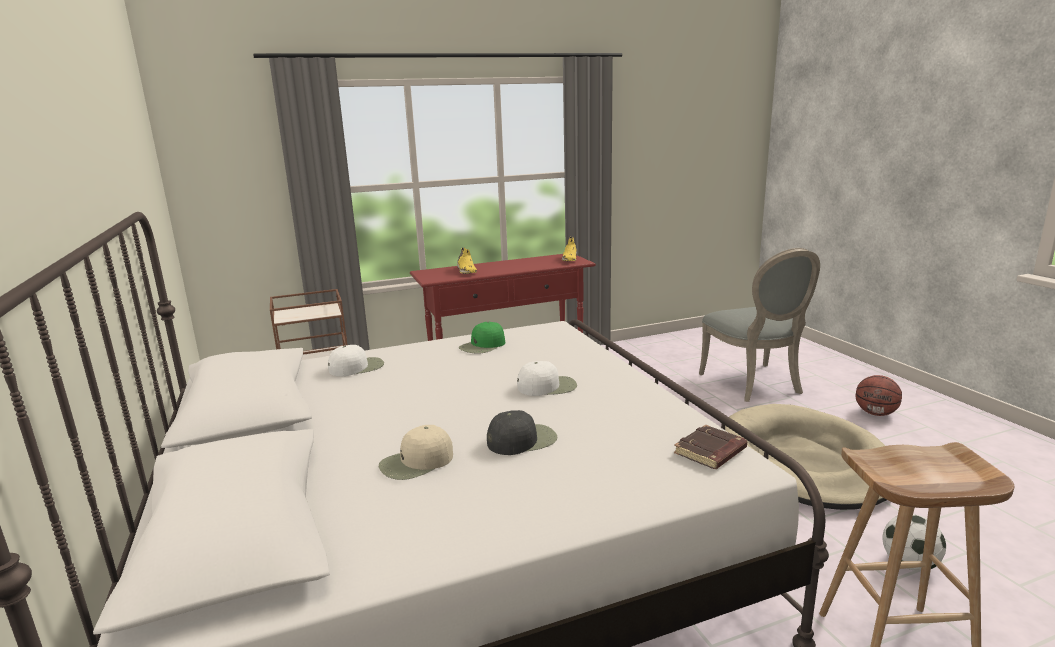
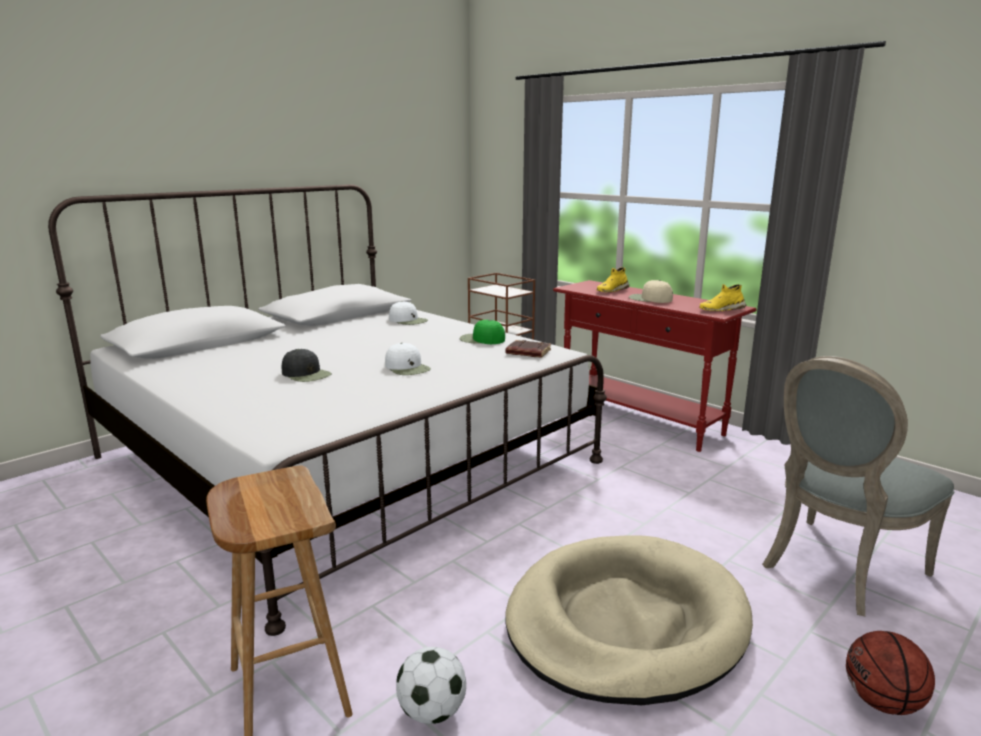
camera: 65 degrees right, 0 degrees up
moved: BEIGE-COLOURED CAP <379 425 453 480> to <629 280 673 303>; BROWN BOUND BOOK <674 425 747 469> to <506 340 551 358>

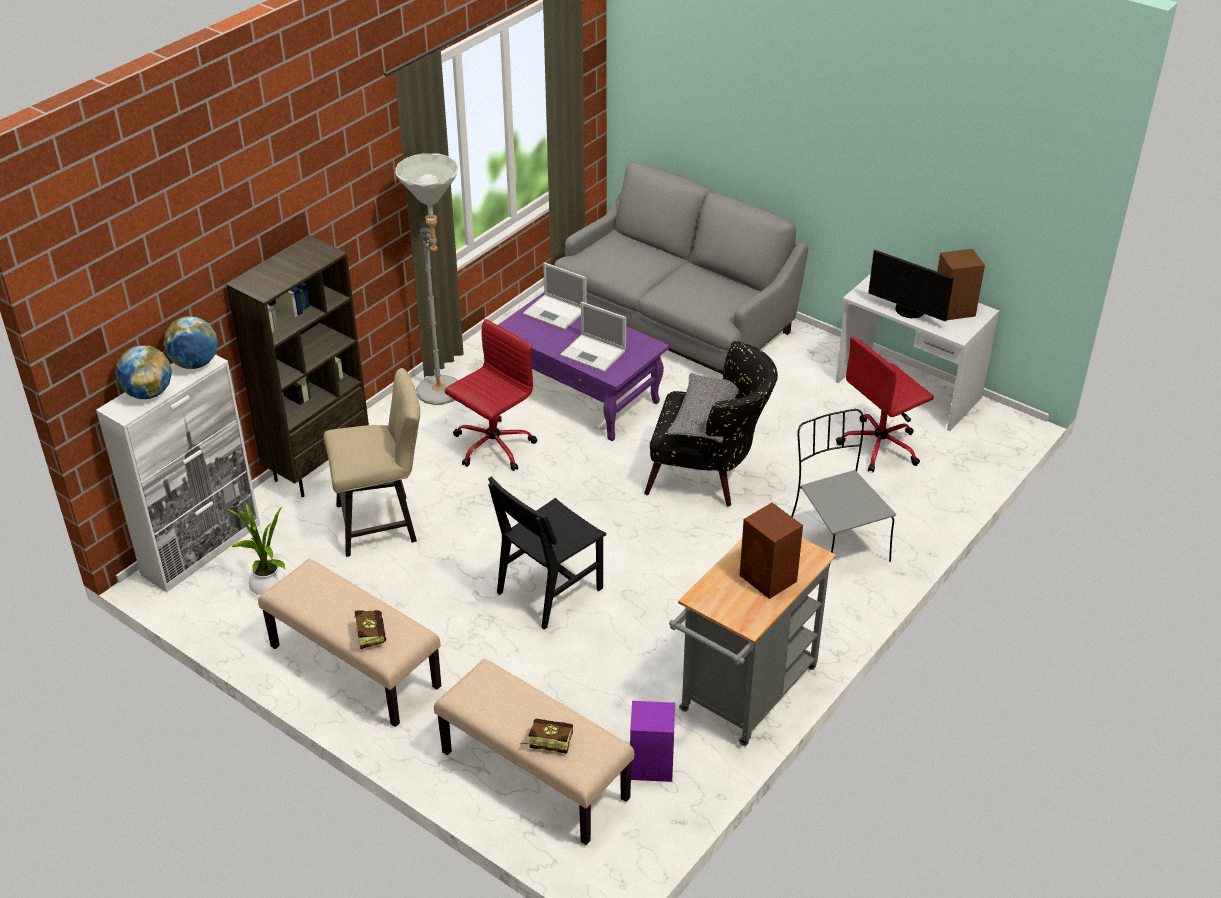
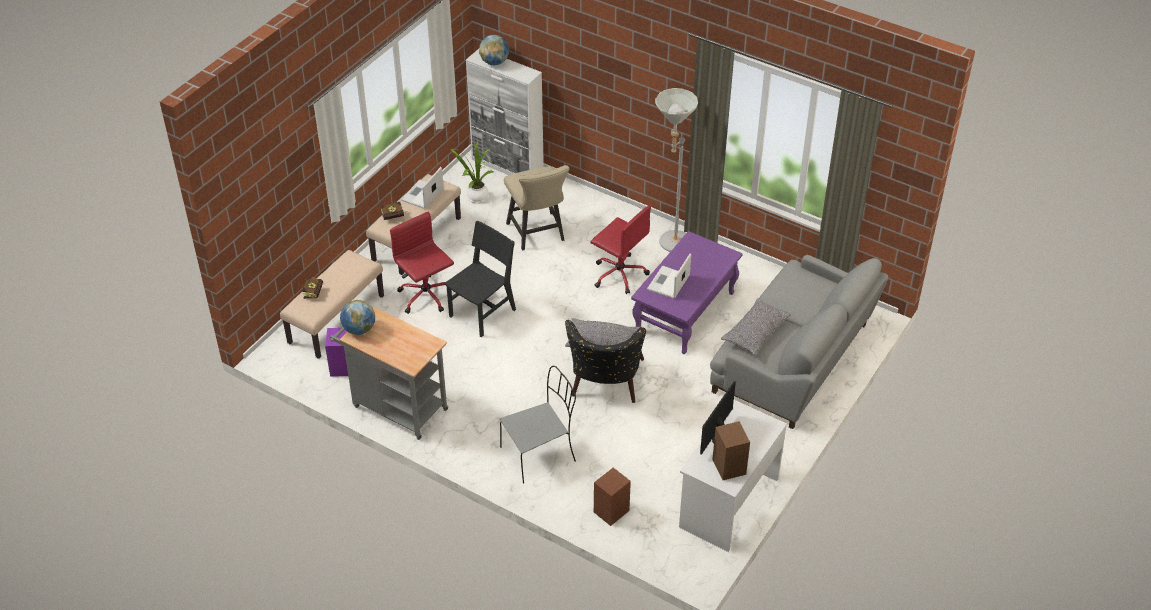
camera: 85 degrees right, 5 degrees up
removed: BROWN BOOKCASE <226 236 369 497>
added: GREY CUSHION <721 298 791 355>
moved: PORTABLE COMPUTER <523 262 587 330> to <401 167 444 209>; DESK GLOBE <163 316 218 369> to <340 300 375 335>; REDDISH COMPUTER CHAIR <836 337 934 472> to <390 212 454 314>; BROWN AUDIO SPEAKER <739 503 803 599> to <594 468 631 526>
turned: BLACK PLAIN CHAIR <488 476 606 630> = <444 221 516 337> 90 degrees clockwise

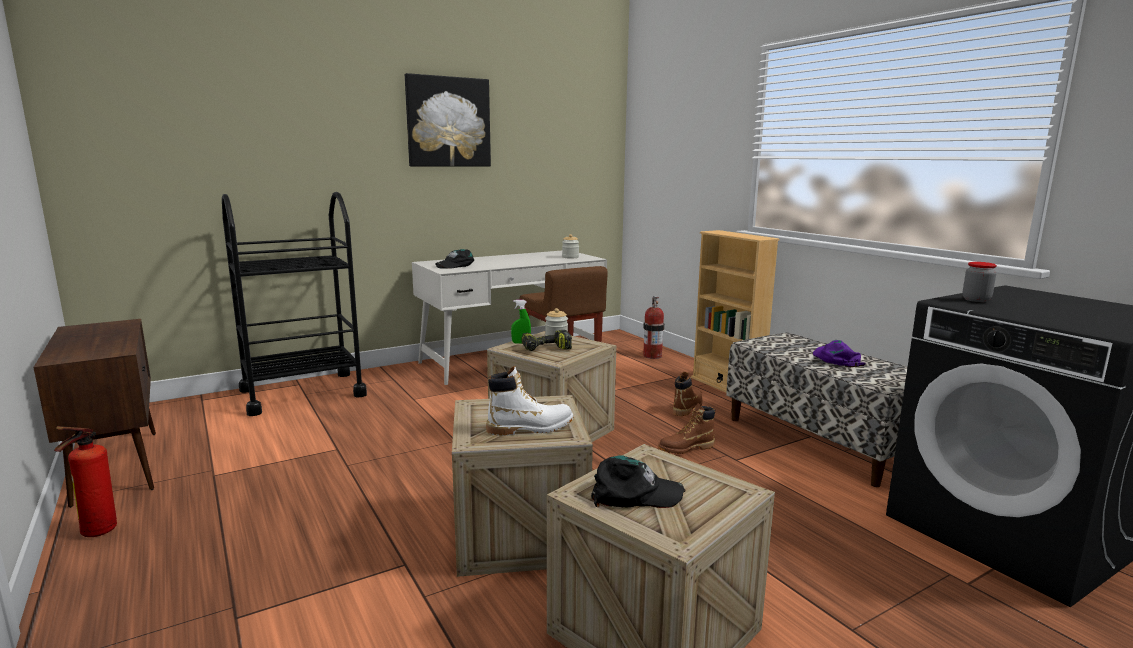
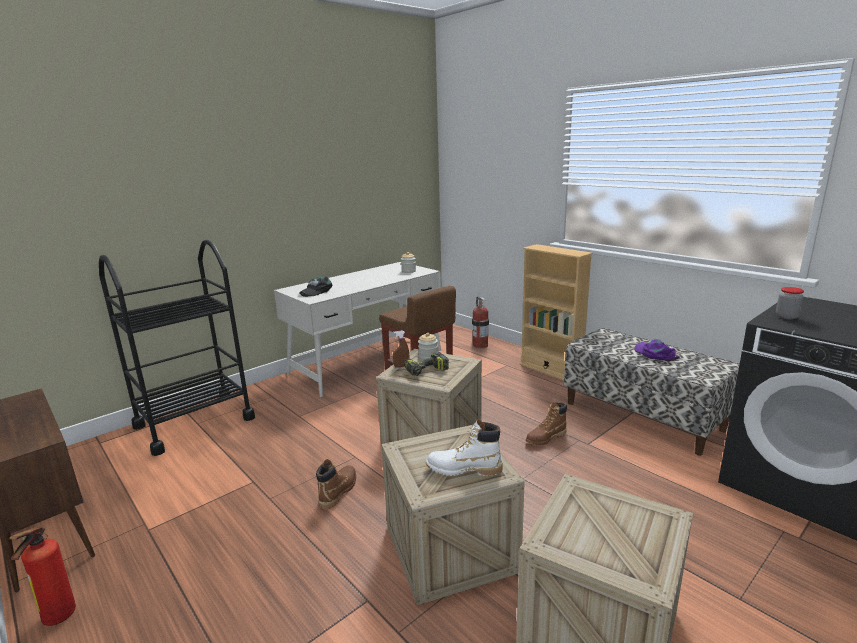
camera: 10 degrees left, 5 degrees up
removed: WALL ART <405 73 491 166>; BLACK CAP <591 455 685 508>
moved: BROWN HIGH-TOP BOOT <673 372 702 416> to <316 459 356 510>
recoloured: GREEN HAND SPRAYER <511 300 531 344> to BROWN HAND SPRAYER <393 331 409 368>
turned: WHITISH HIGH-TOP BOOT <486 366 573 436> = <426 419 503 476> 150 degrees counterclockwise

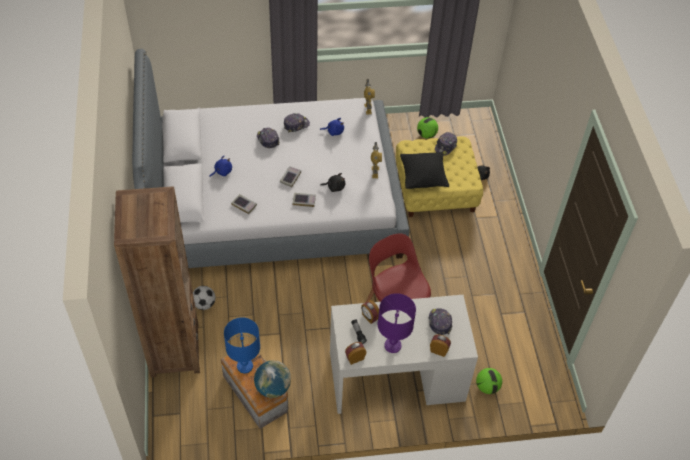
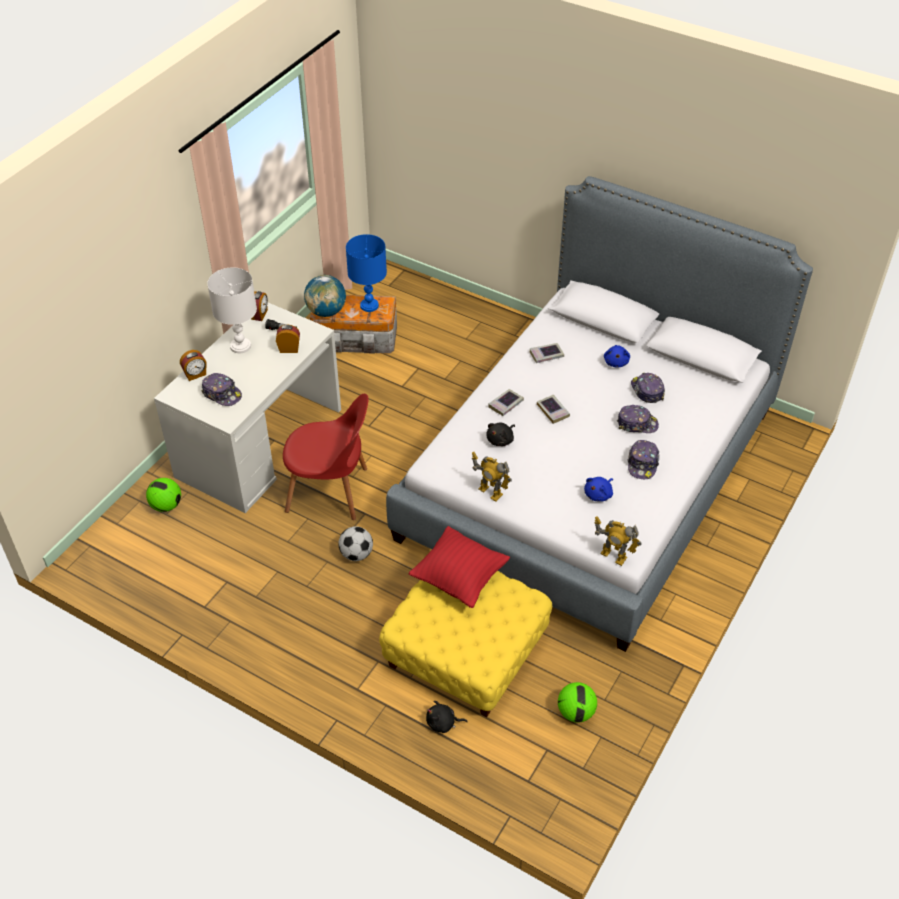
camera: 130 degrees right, 5 degrees down
removed: BROWN BOOKCASE <114 186 200 378>
moved: CAP <435 132 457 156> to <631 373 665 403>; FOOTBALL <193 286 216 310> to <338 526 373 561>
recoloured: BLACK CUSHION <400 152 449 189> to REDDISH CUSHION <409 526 510 608>; PURPLE-COLOURED TABLE LAMP <378 293 416 353> to WHITISH TABLE LAMP <207 267 257 353>

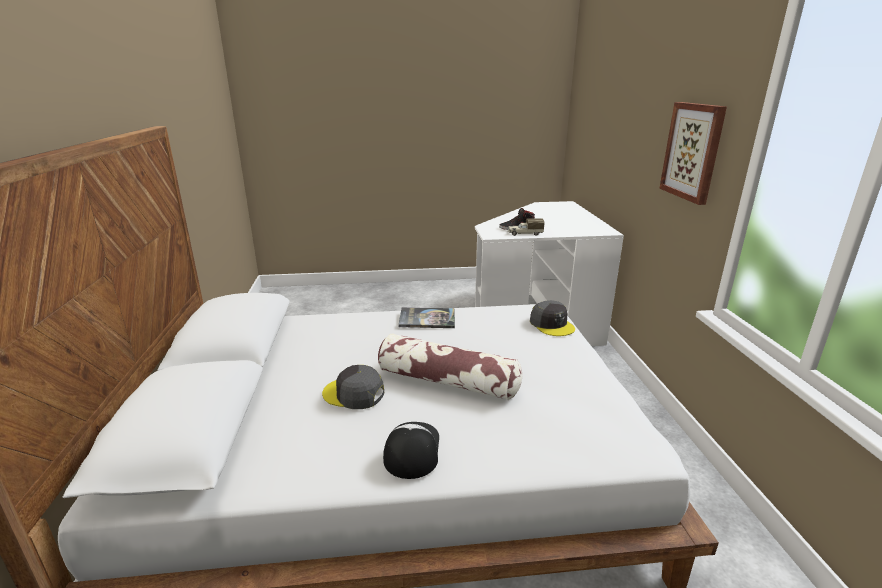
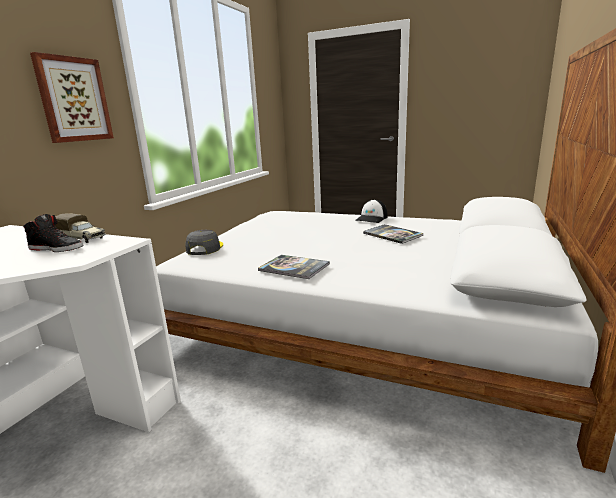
camera: 150 degrees left, 5 degrees down
removed: CUSHION <378 334 522 400>
replaced: GREY CAP <322 365 385 409> to BOUND BOOK <363 224 423 244>

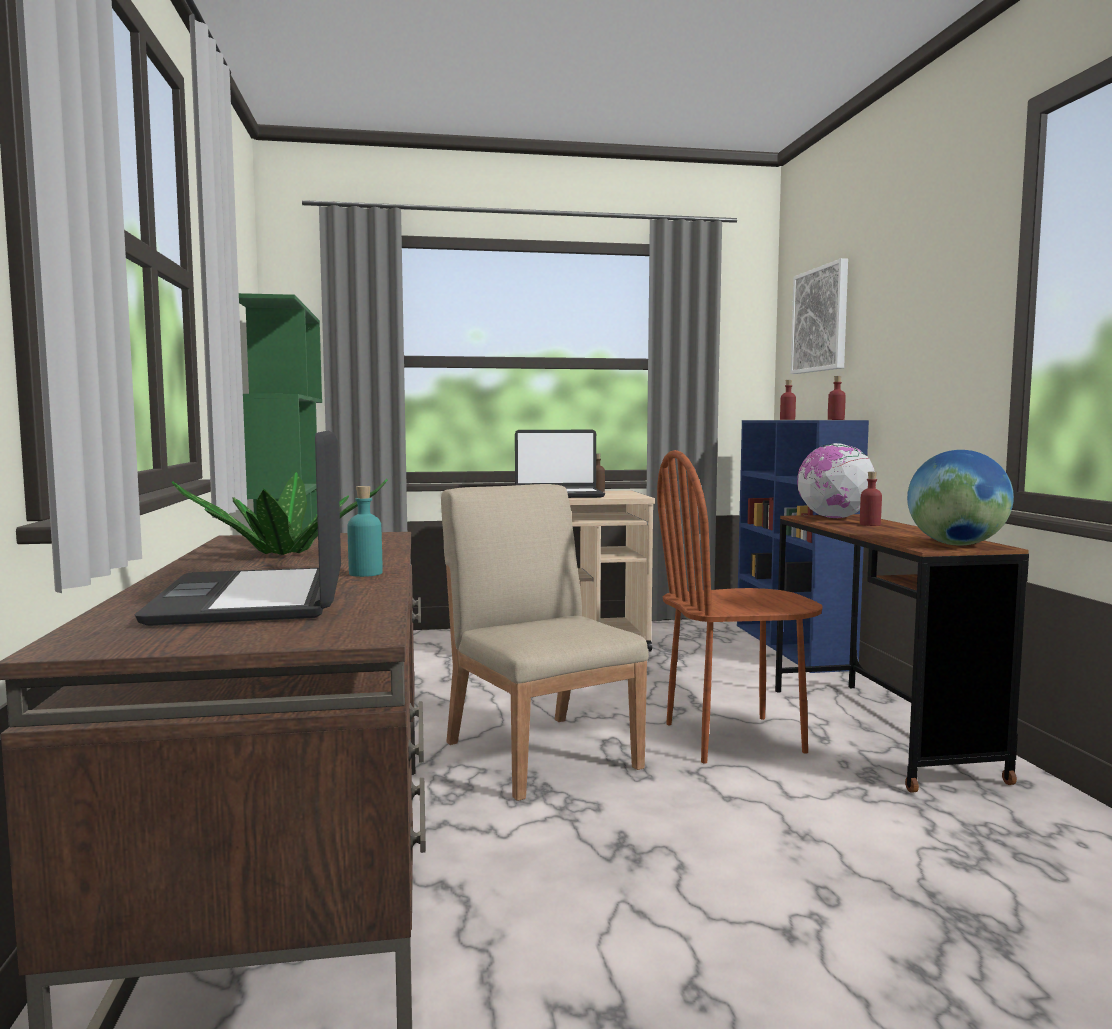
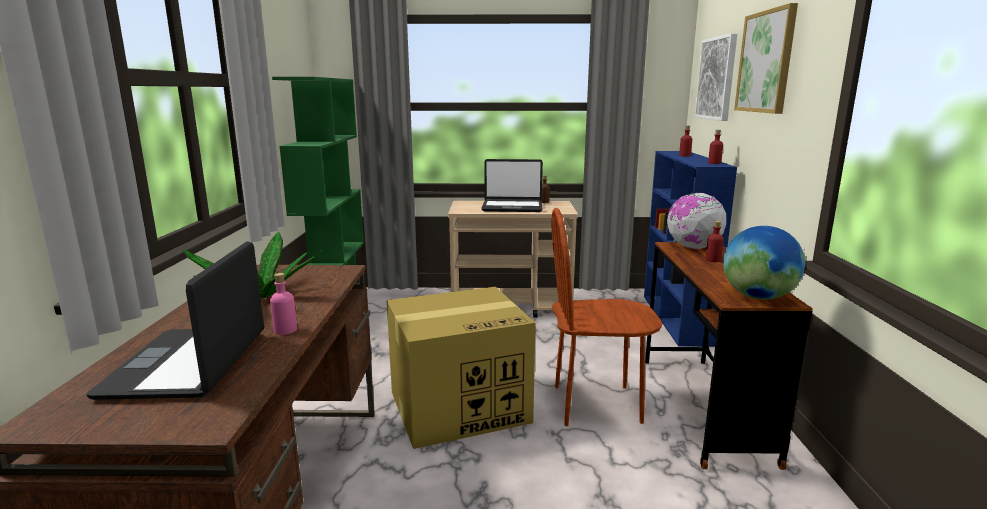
camera: 10 degrees right, 10 degrees up
added: WALL ART <734 3 798 114>
replaced: BEIGE-COLOURED PLAIN CHAIR <441 484 649 801> to CARTON <387 287 536 449>
recoloured: BLUE-GREEN BEVERAGE BOTTLE <347 486 382 577> to PINKISH BEVERAGE BOTTLE <270 273 297 335>

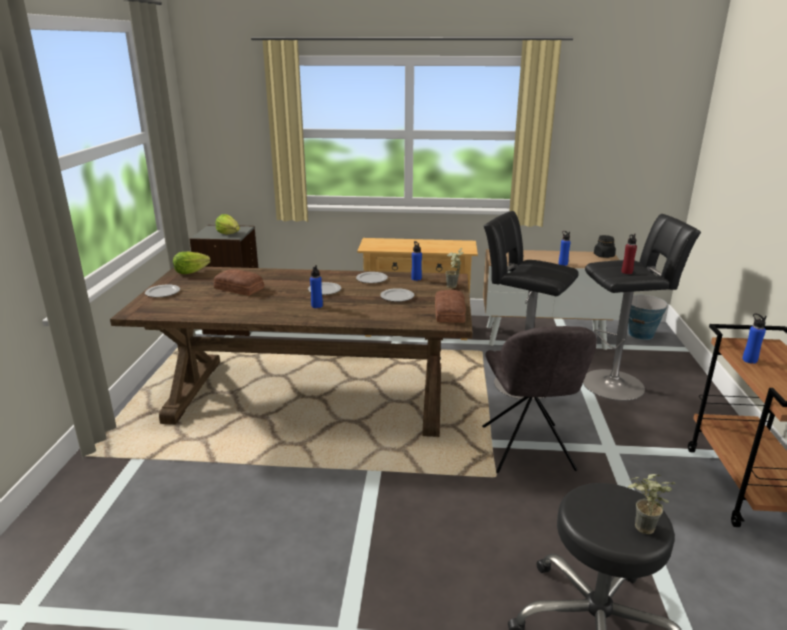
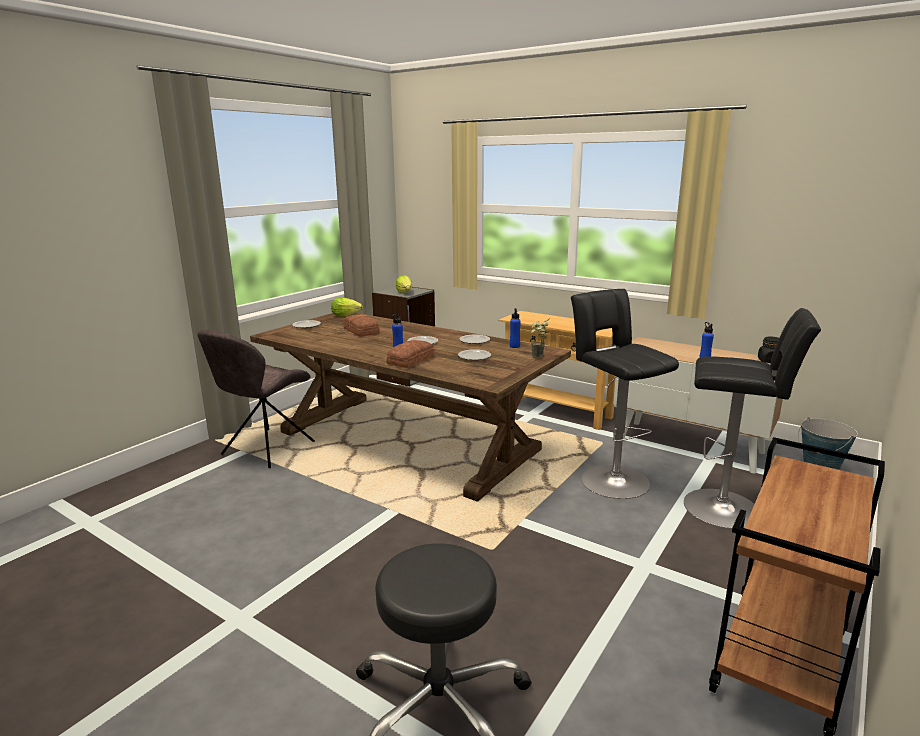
camera: 30 degrees right, 5 degrees down
removed: REDDISH BEVERAGE BOTTLE <621 234 637 274>; BLUISH BEVERAGE BOTTLE <742 313 767 364>; POTTED PLANT <628 474 676 534>
moved: BREAD <435 290 466 323> to <386 340 434 368>; GREY PLAIN CHAIR <482 326 597 473> to <197 329 315 468>

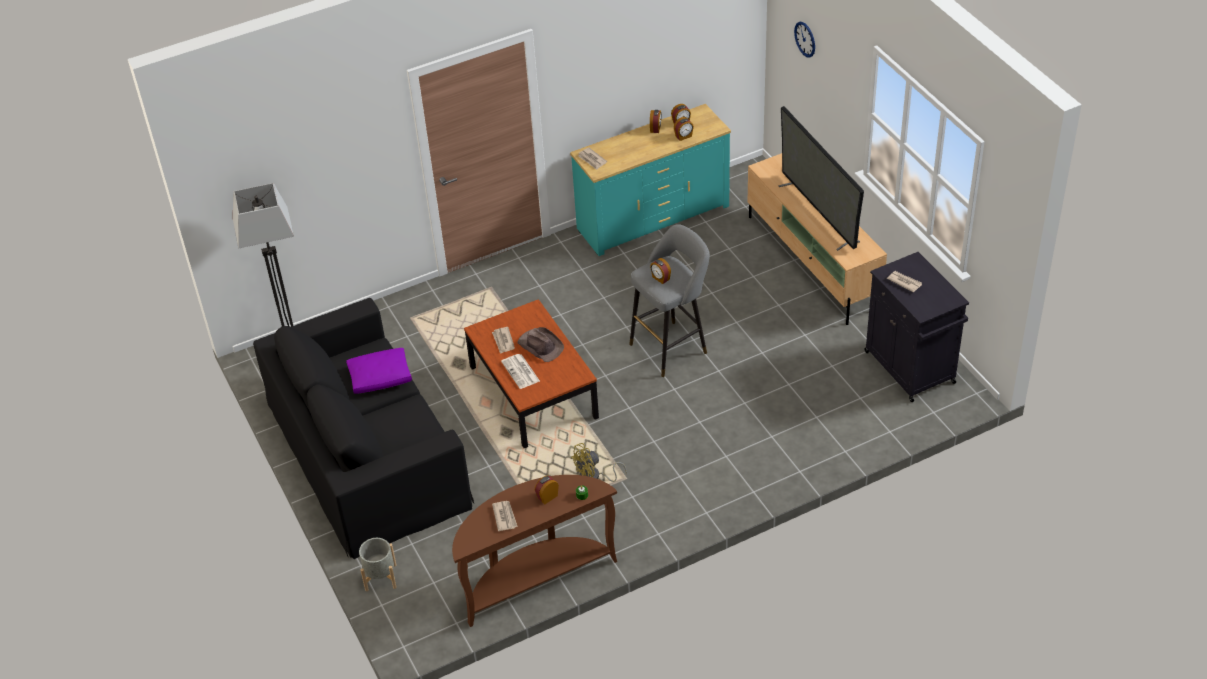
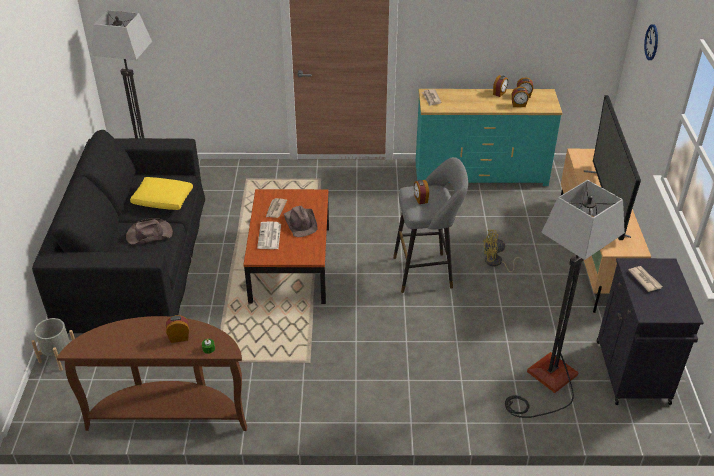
camera: 25 degrees right, 5 degrees down
removed: PRINTED PAPER <492 501 518 531>
added: STANDARD LAMP <505 180 625 418>; BROWN CLOTHING HAT <126 219 173 244>
moved: YELLOW-COLOURED COOLING FAN <570 443 627 482> to <483 230 525 272>
recoloured: PURPLE-COLOURED CUSHION <346 348 412 394> to YELLOW-COLOURED CUSHION <130 177 193 210>

